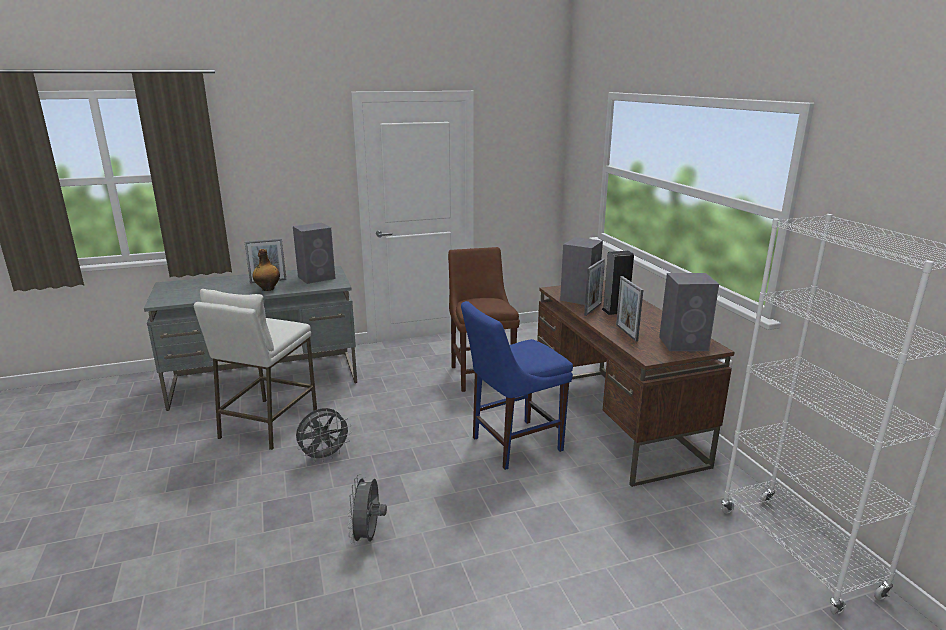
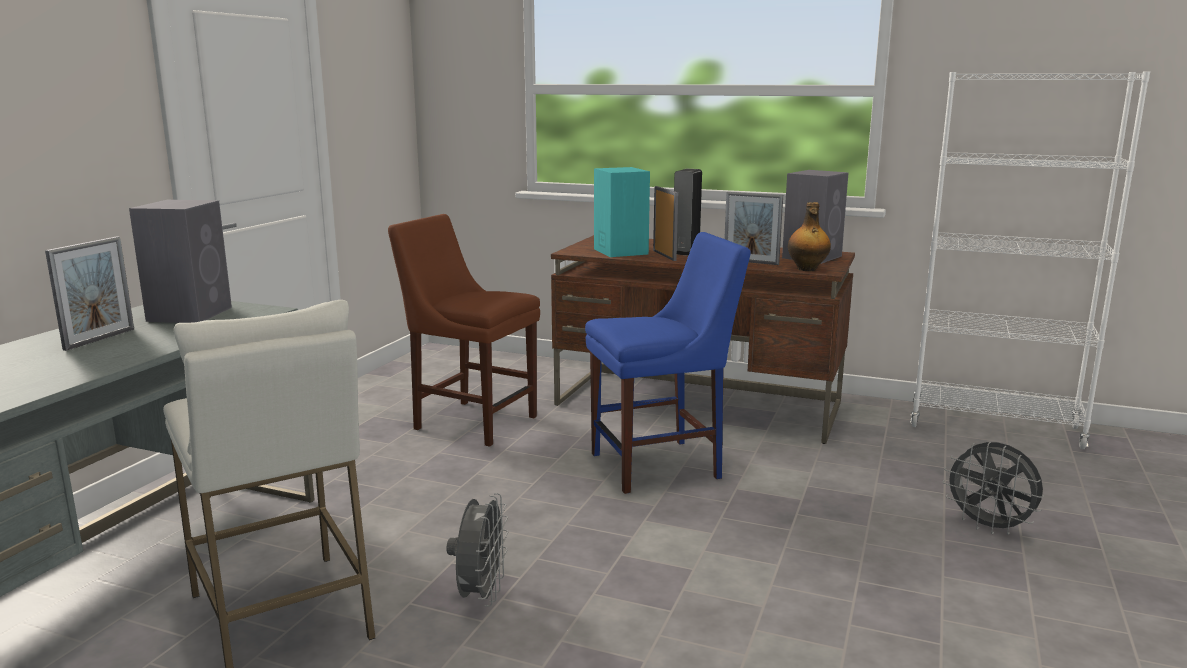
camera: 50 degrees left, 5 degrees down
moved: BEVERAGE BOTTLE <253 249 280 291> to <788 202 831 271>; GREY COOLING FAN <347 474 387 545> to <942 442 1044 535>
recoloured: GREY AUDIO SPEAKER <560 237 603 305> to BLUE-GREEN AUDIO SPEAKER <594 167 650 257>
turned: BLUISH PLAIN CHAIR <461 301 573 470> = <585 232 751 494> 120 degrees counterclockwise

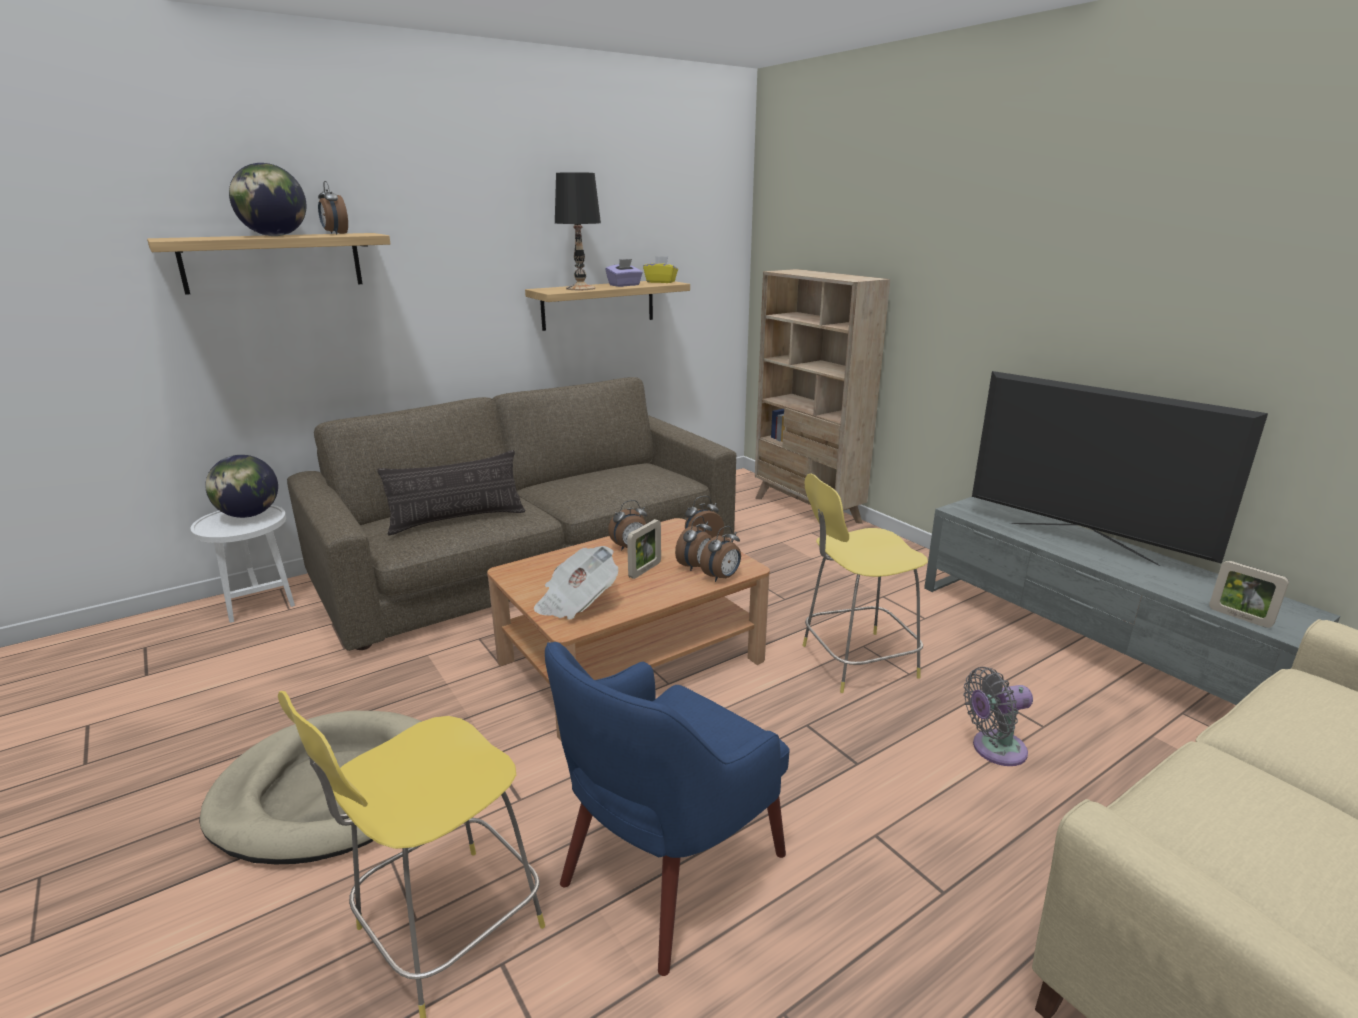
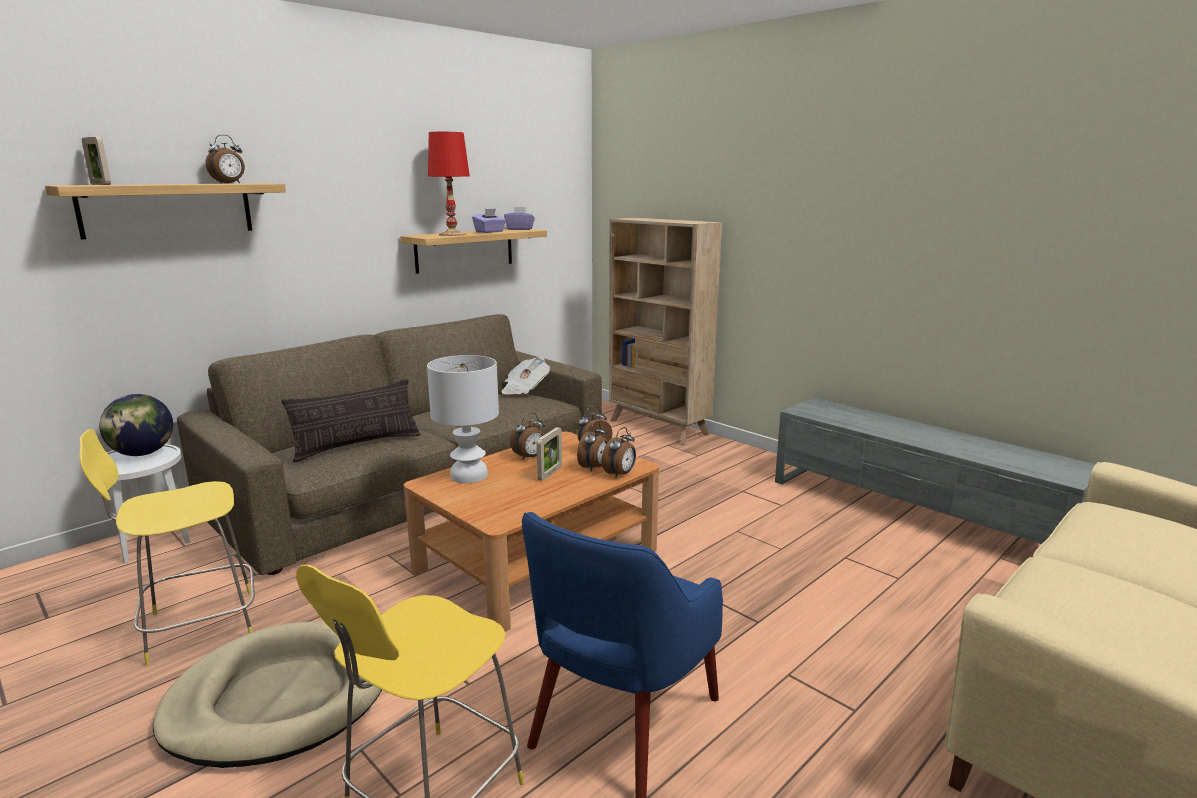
camera: 10 degrees left, 5 degrees down
removed: DESK GLOBE <229 163 306 236>; TV SET <972 371 1268 566>; GREY COOLING FAN <963 667 1033 766>
added: WHITISH TABLE LAMP <427 355 499 483>
moved: YELLOW-COLOURED SITTING STOOL <802 474 928 693> to <80 429 255 665>; PRINTED PAPER <534 546 618 620> to <501 357 550 395>; PICTURE FRAME <1209 561 1289 628> to <82 137 111 185>
recoloured: BLACK TABLE LAMP <555 172 601 290> to REDDISH TABLE LAMP <428 132 470 236>; YELLOW-COLOURED TISSUE BOX <643 256 678 283> to PURPLE-COLOURED TISSUE BOX <504 207 535 230>
turned: BEDSIDE CLOCK <318 181 348 234> = <206 135 245 183> 90 degrees counterclockwise

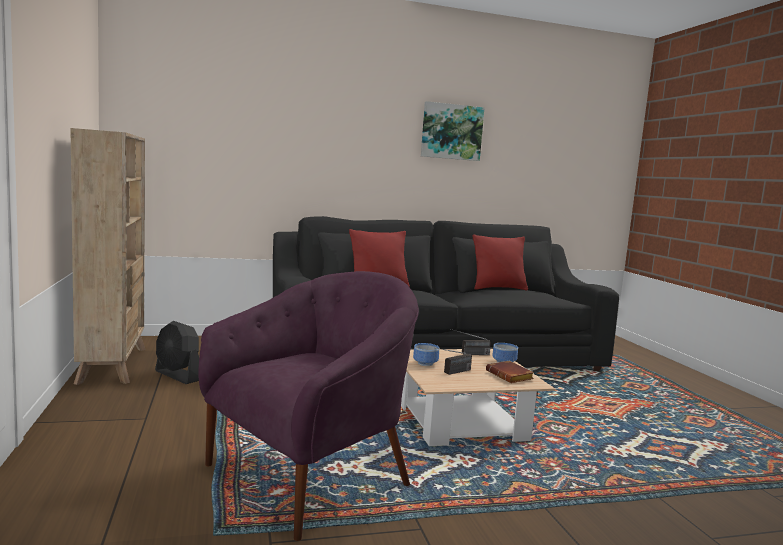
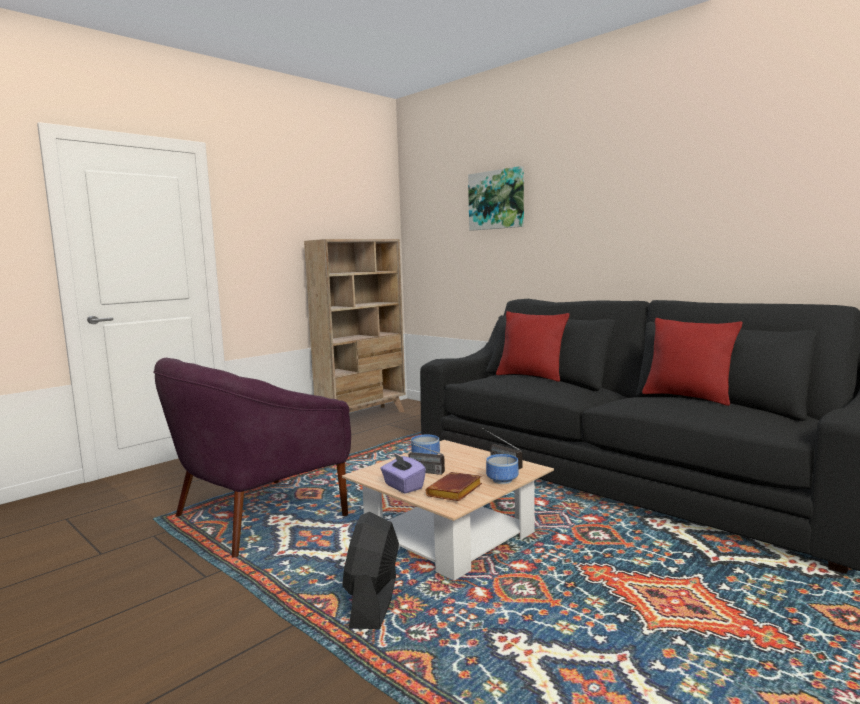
camera: 60 degrees right, 0 degrees up
added: PURPLE-COLOURED TISSUE BOX <380 452 426 494>
moved: WALL ART <421 101 484 161> to <468 166 524 231>; BLACK COOLING FAN <155 321 199 384> to <342 512 399 629>
turned: PURPLE-COLOURED LOUNGE CHAIR <198 271 419 541> = <153 358 351 558> 120 degrees clockwise

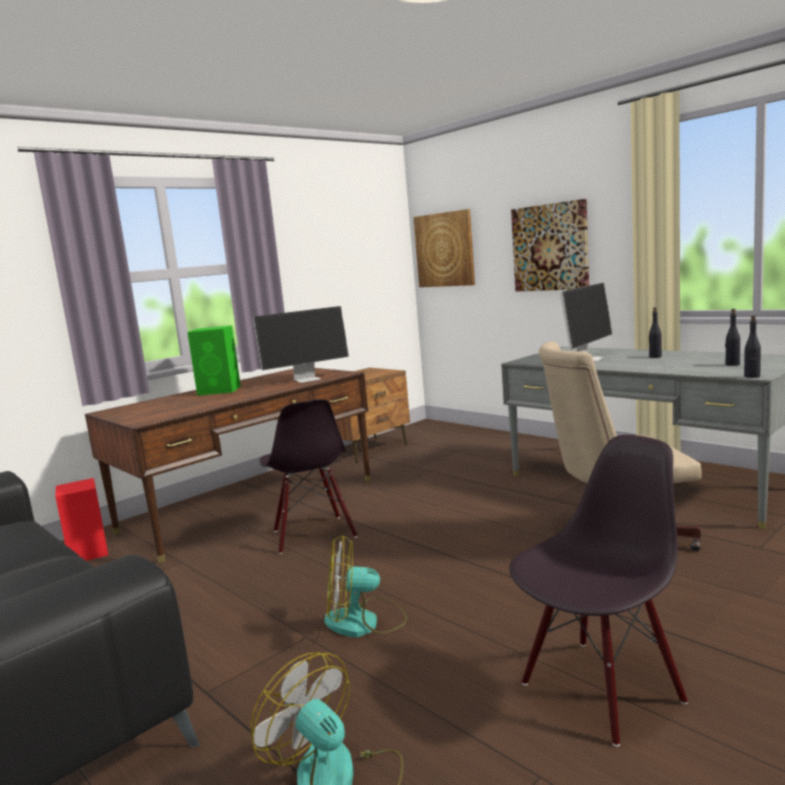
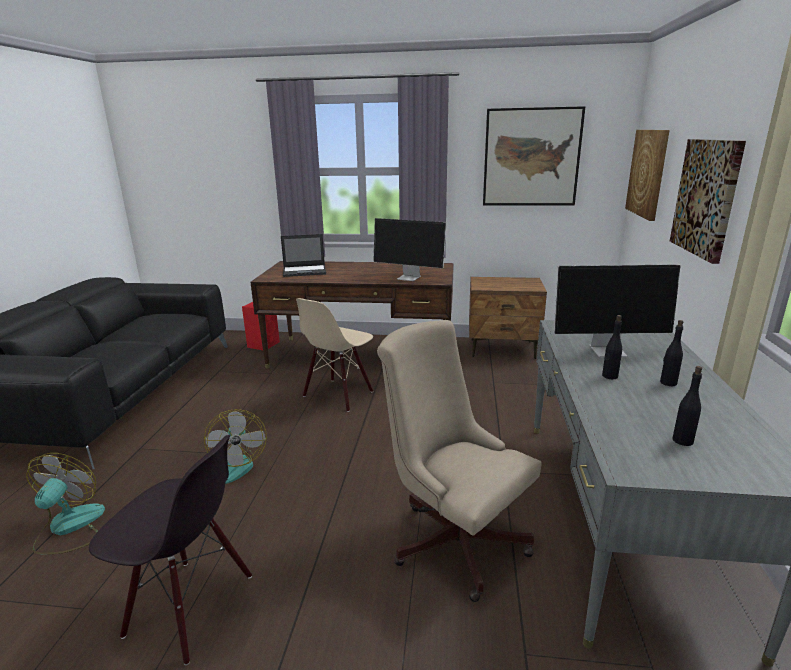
camera: 50 degrees right, 10 degrees up
removed: GREEN AUDIO SPEAKER <187 326 241 396>
added: WALL ART <483 106 585 206>; PORTABLE COMPUTER <281 234 326 277>
moved: BLACK BEVERAGE BOTTLE <744 315 761 378> to <602 315 622 379>
recoloured: BLACK PLAIN CHAIR <259 399 358 554> to BEIGE-COLOURED PLAIN CHAIR <296 298 373 412>
turned: COOLING FAN <324 536 407 637> = <204 409 267 484> 150 degrees counterclockwise

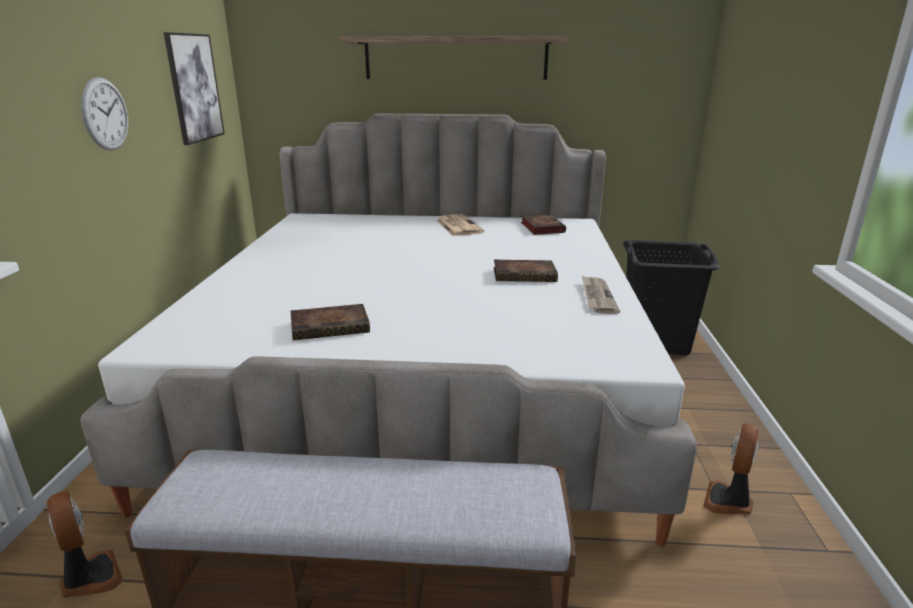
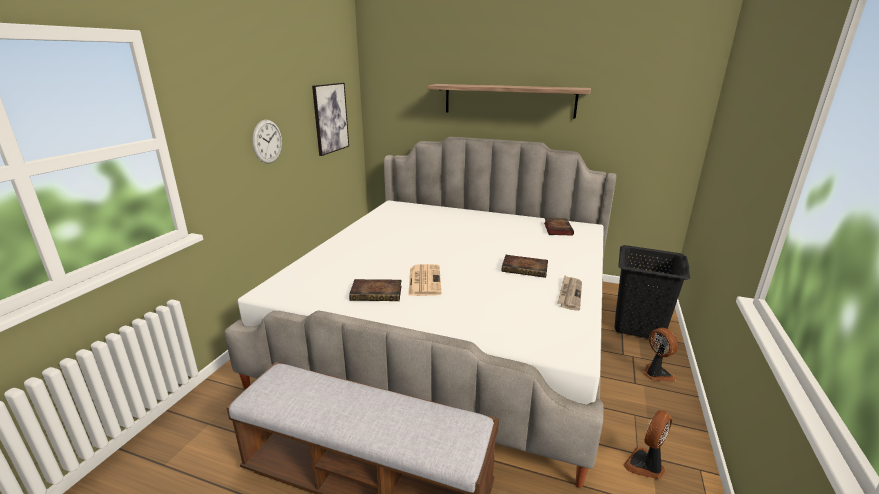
camera: 15 degrees right, 0 degrees up
moved: PRINTED PAPER <436 214 484 236> to <408 264 442 296>; COOLING FAN <47 491 123 598> to <643 328 678 382>

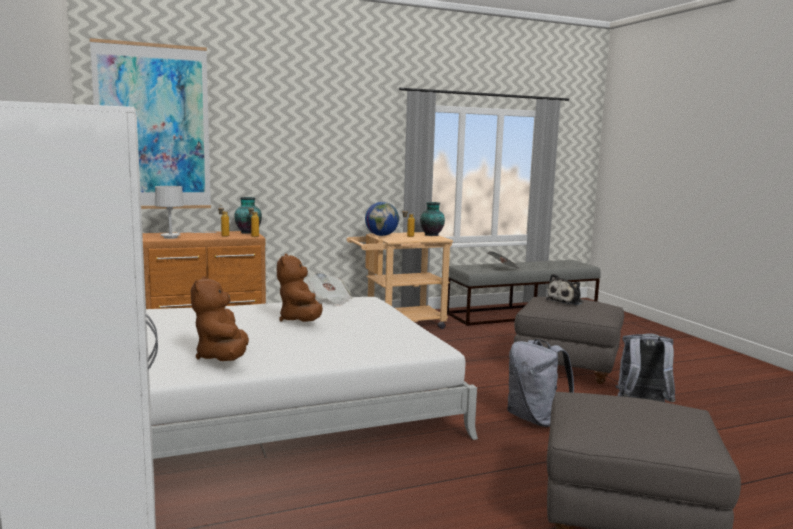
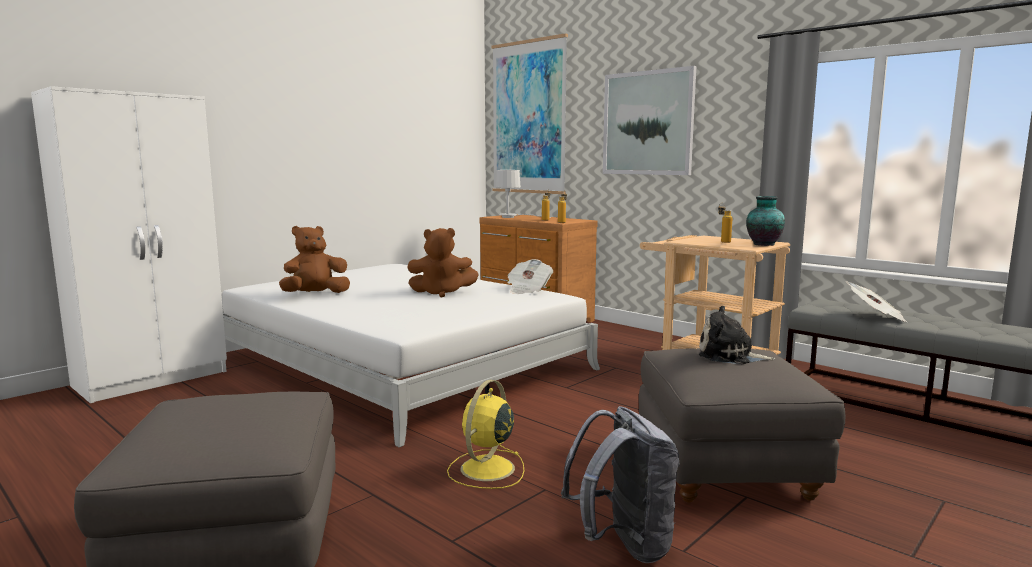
camera: 65 degrees right, 0 degrees up
removed: FLOWER VASE <234 197 262 234>; DESK GLOBE <365 202 399 236>
added: WALL ART <603 66 696 175>
replaced: GREY KNAPSACK <507 339 574 427> to YELLOW-COLOURED COOLING FAN <447 380 524 489>
turned: BROWN PLUSH TOY <277 254 323 322> = <407 228 479 297> 150 degrees counterclockwise

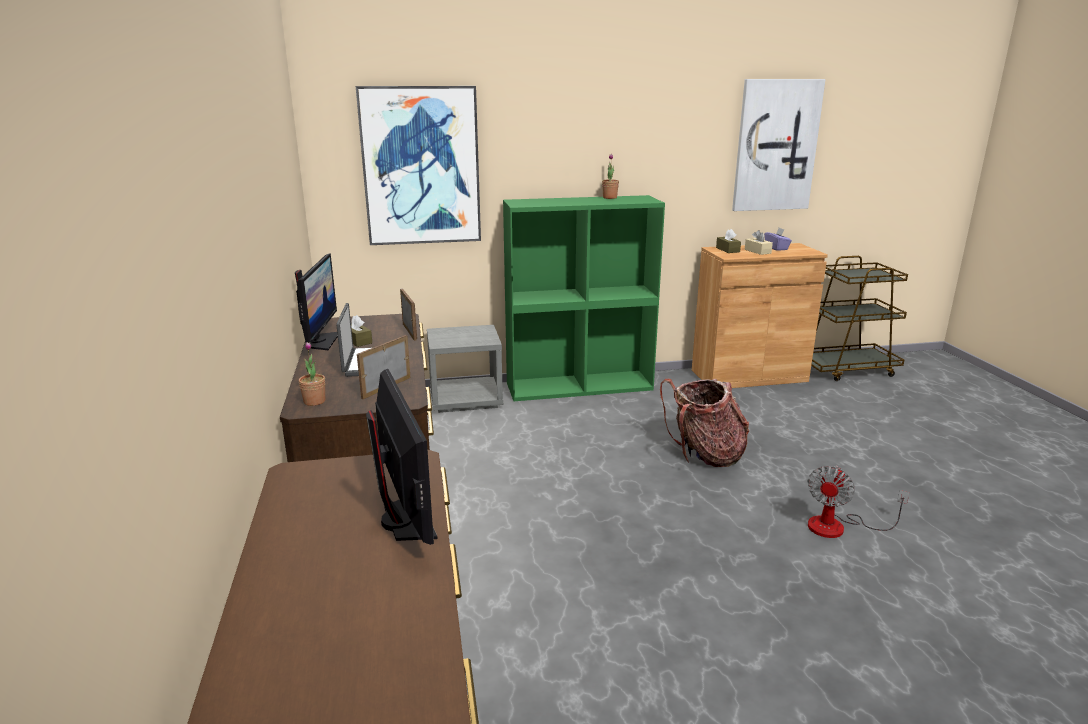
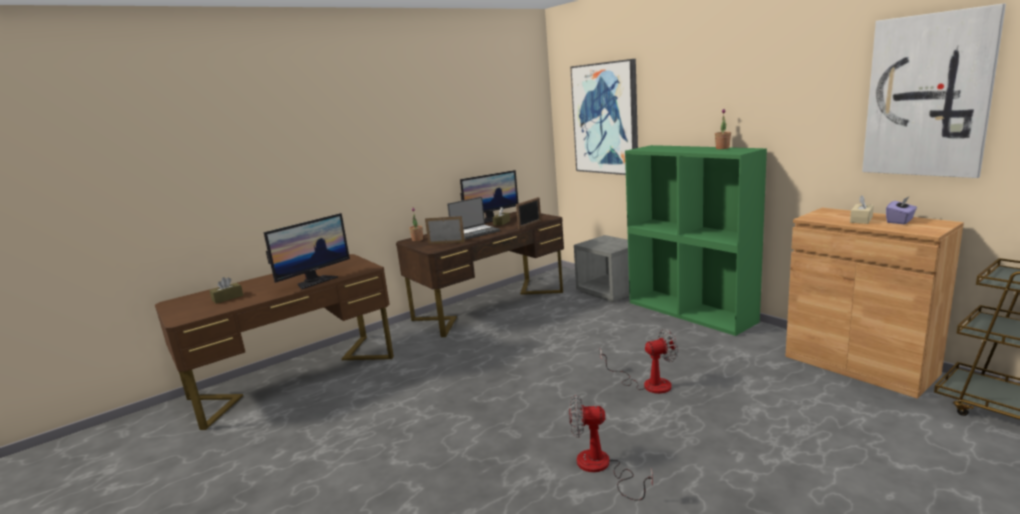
camera: 65 degrees right, 5 degrees down
moved: BROWN TISSUE BOX <716 229 741 253> to <209 277 244 304>
replaced: KNAPSACK <660 378 749 467> to COOLING FAN <600 329 678 394>

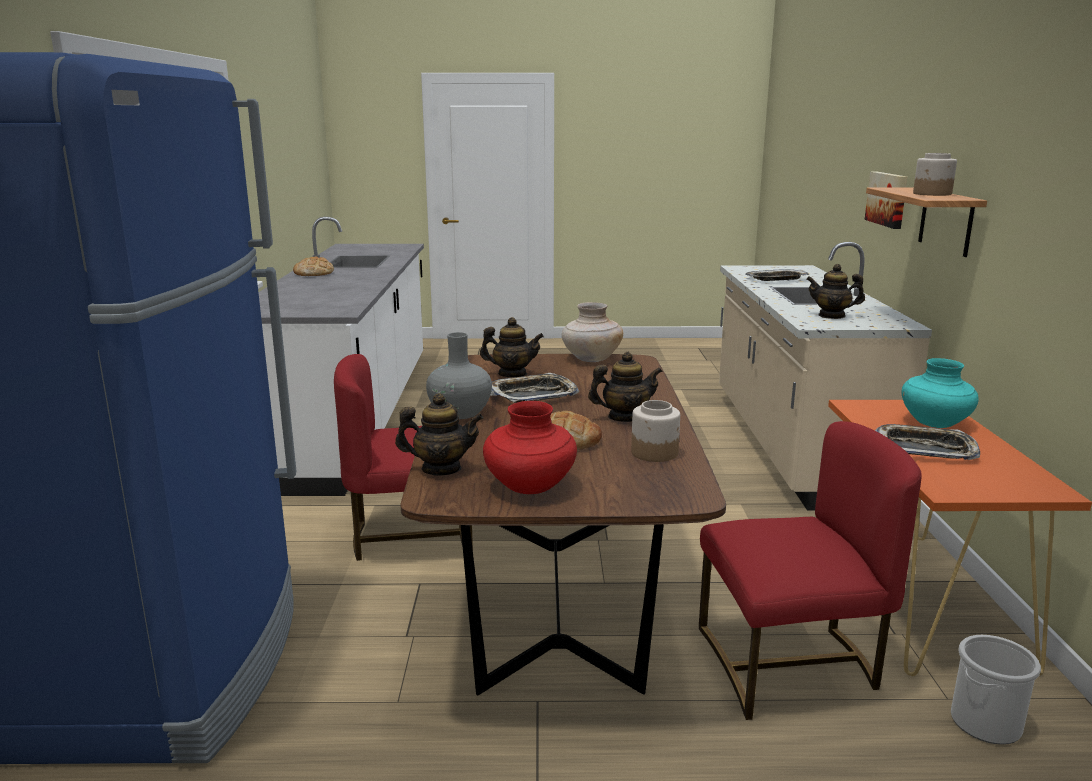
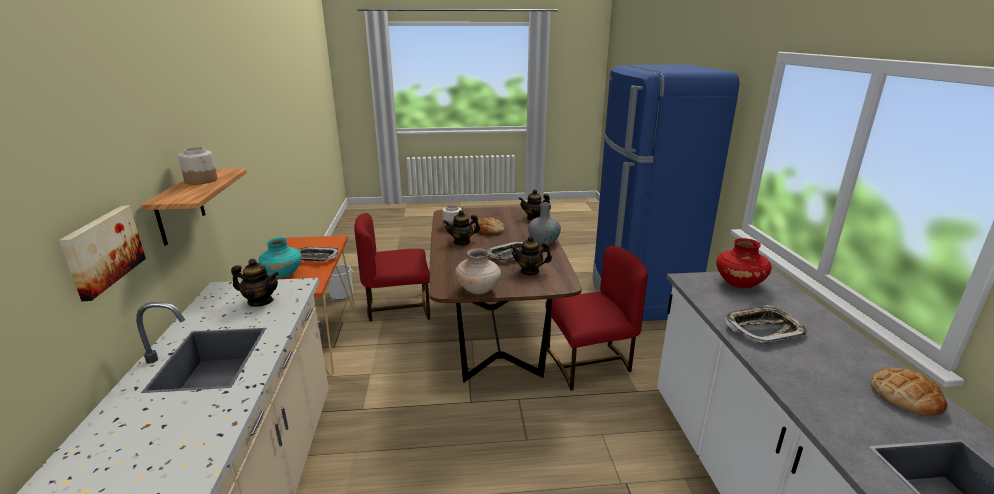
camera: 175 degrees right, 5 degrees up
moved: TRAY <745 269 809 281> to <725 305 807 343>; REDDISH FLOWER VASE <483 401 577 494> to <716 238 772 288>

